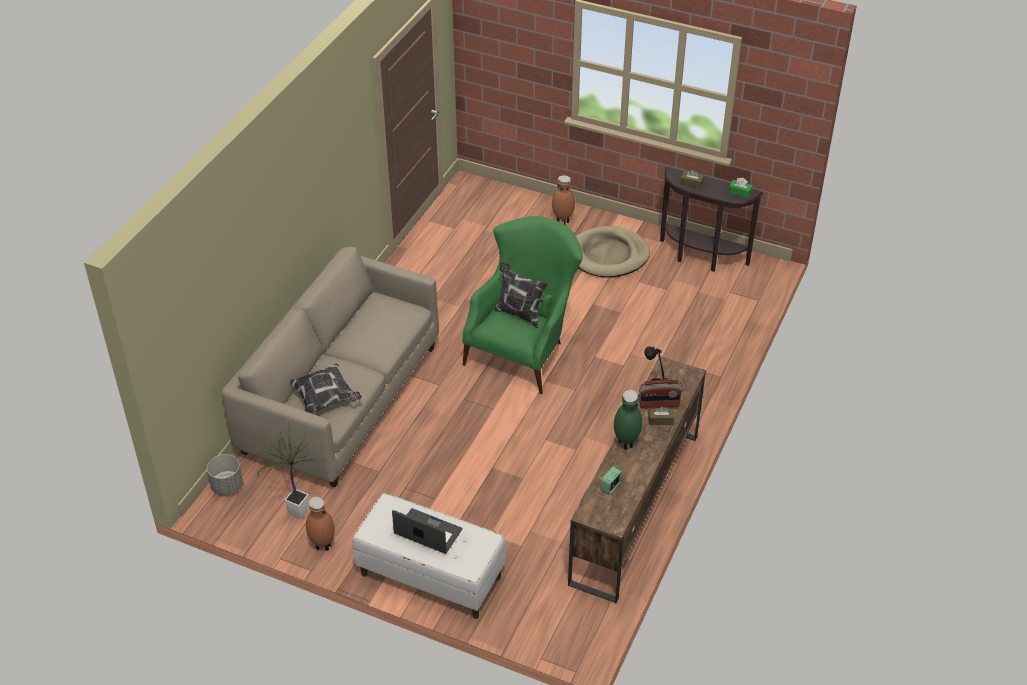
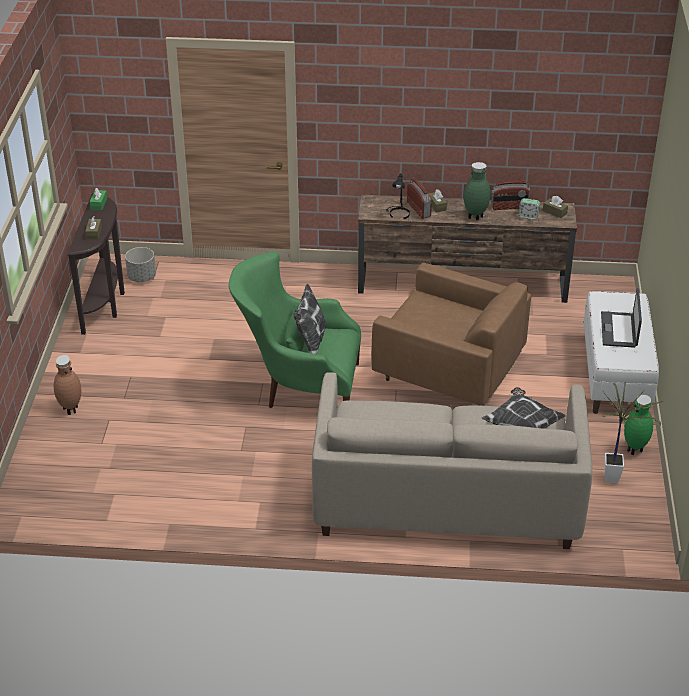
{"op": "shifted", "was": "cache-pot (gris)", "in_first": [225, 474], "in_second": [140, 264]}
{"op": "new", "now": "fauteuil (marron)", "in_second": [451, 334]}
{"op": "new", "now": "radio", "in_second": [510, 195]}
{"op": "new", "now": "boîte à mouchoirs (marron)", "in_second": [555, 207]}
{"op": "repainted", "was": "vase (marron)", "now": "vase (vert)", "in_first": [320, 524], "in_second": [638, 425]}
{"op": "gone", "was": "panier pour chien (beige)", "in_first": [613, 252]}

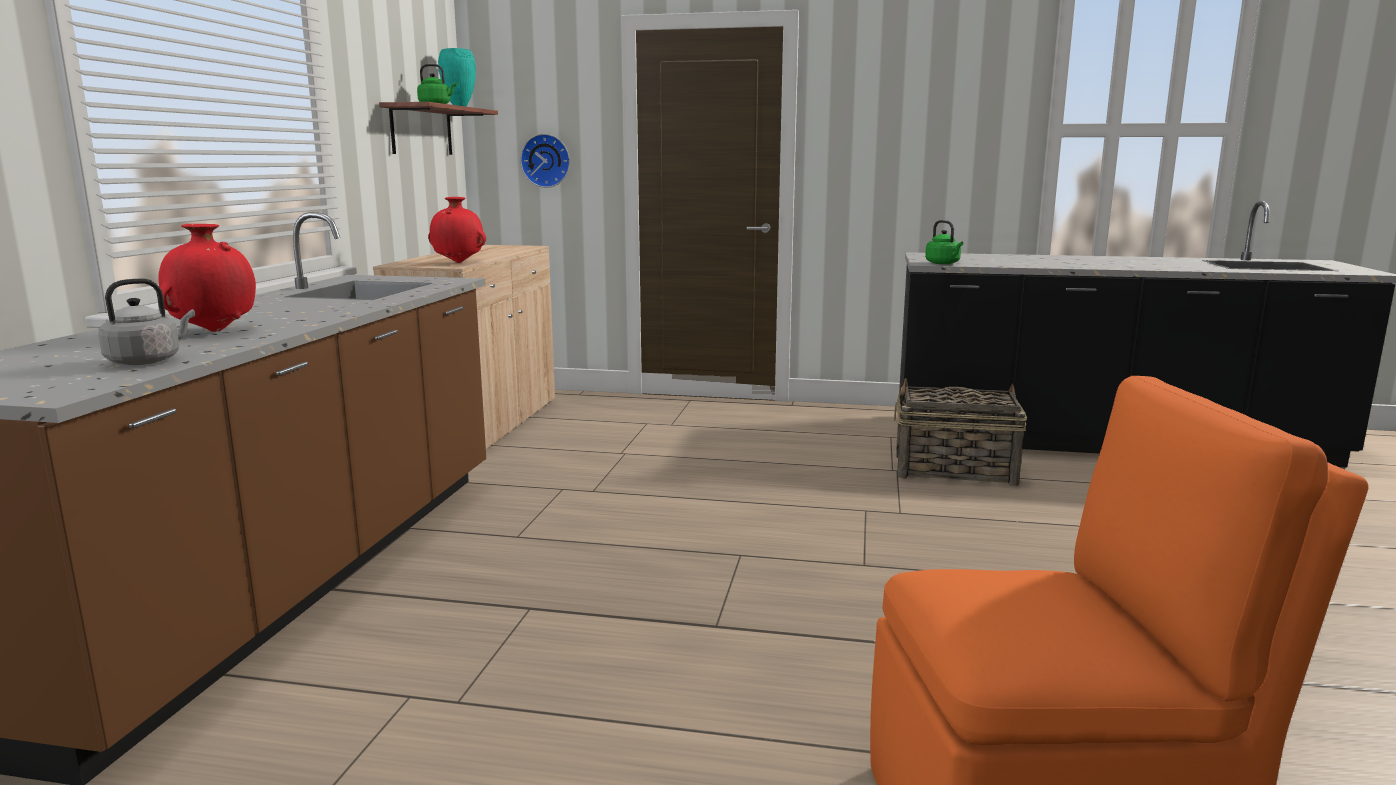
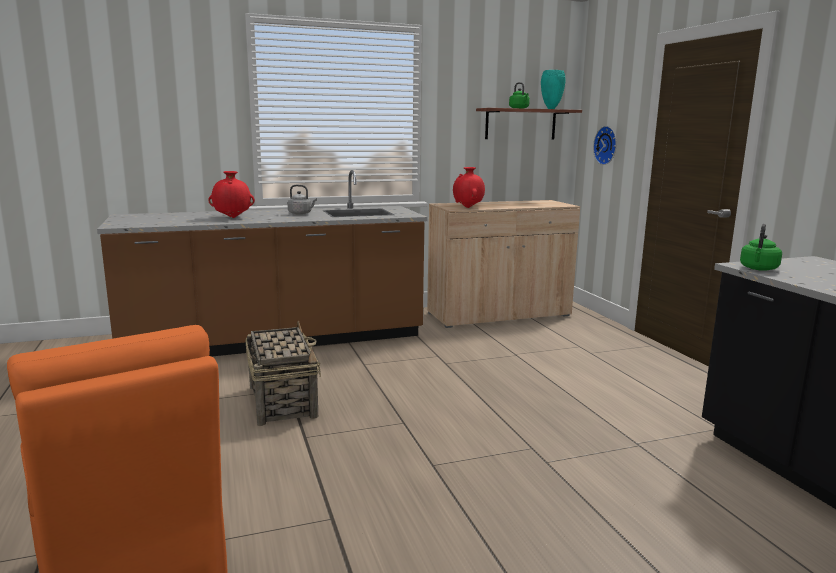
{"op": "shifted", "was": "panier", "in_first": [960, 432], "in_second": [283, 373]}
{"op": "shifted", "was": "bouilloire (gris)", "in_first": [146, 322], "in_second": [302, 200]}

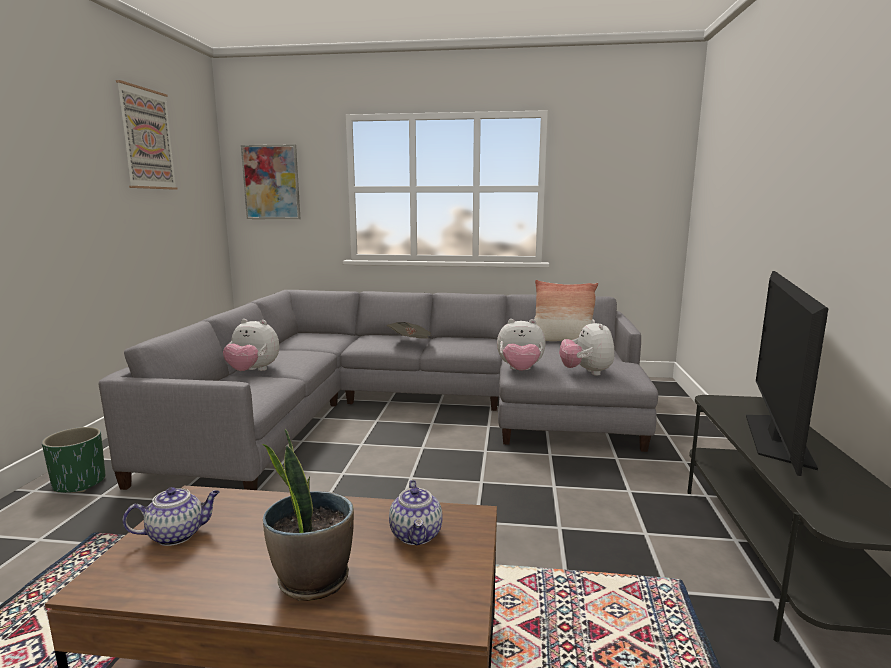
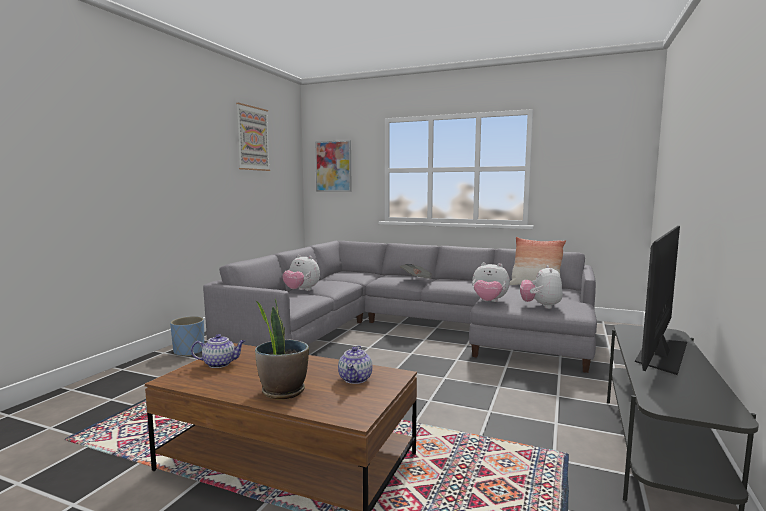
{"op": "repainted", "was": "cache-pot (vert)", "now": "cache-pot (bleu)", "in_first": [73, 460], "in_second": [187, 336]}

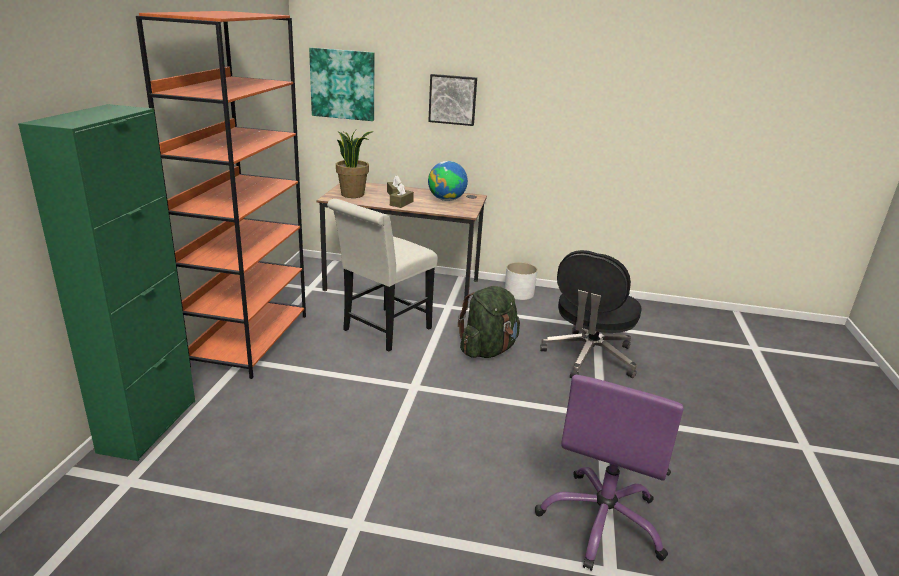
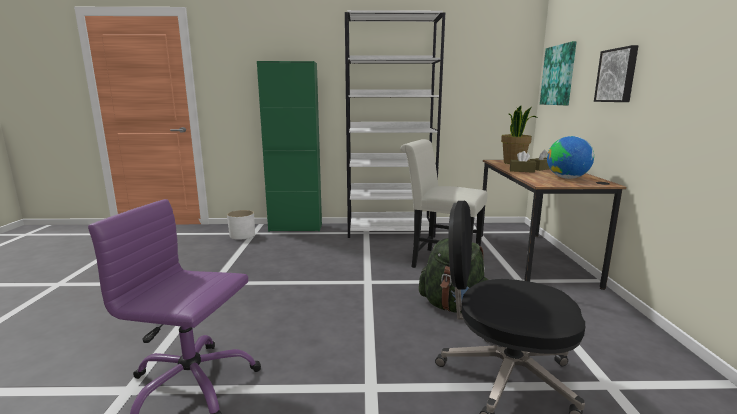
{"op": "shifted", "was": "cache-pot (blanc)", "in_first": [521, 281], "in_second": [241, 225]}
{"op": "repainted", "was": "bibliothèque (orange)", "now": "bibliothèque (blanc)", "in_first": [221, 195], "in_second": [395, 124]}

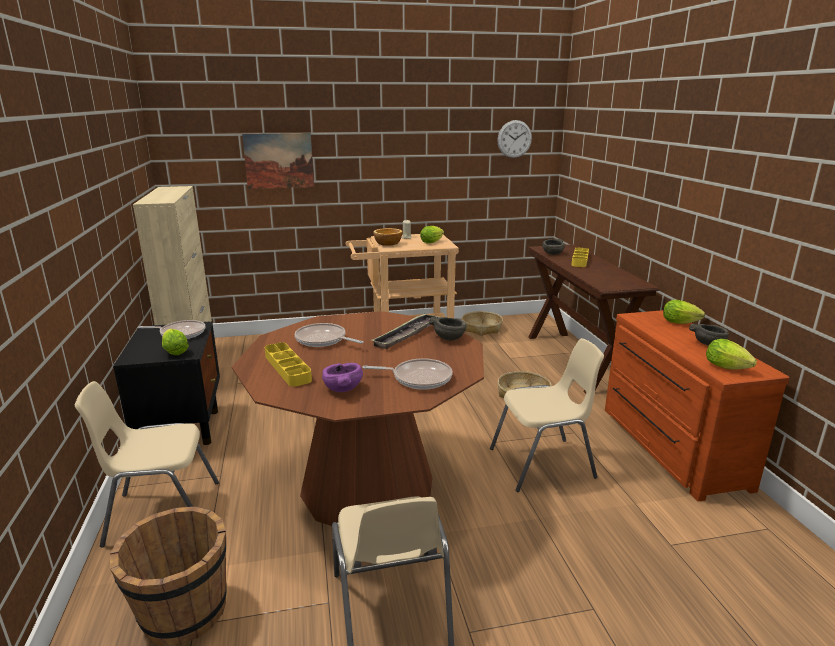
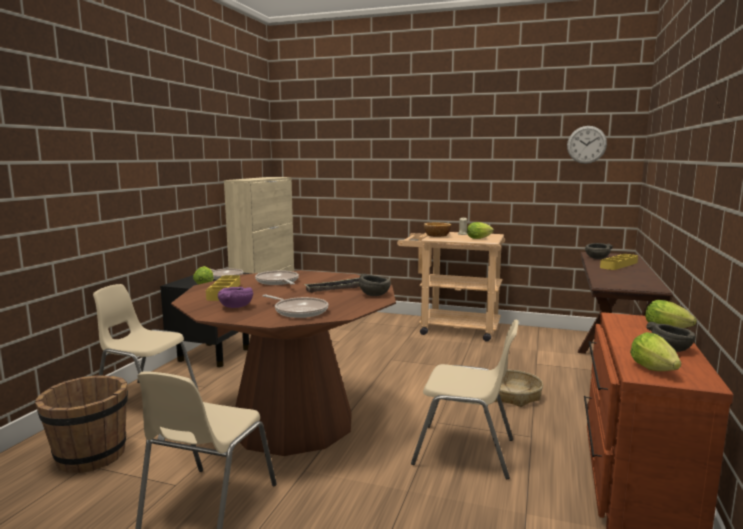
{"op": "gone", "was": "tableau", "in_first": [278, 161]}
{"op": "gone", "was": "panier", "in_first": [482, 323]}

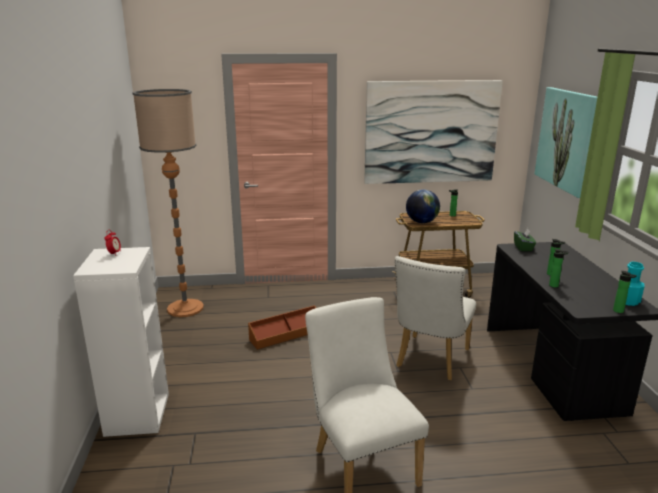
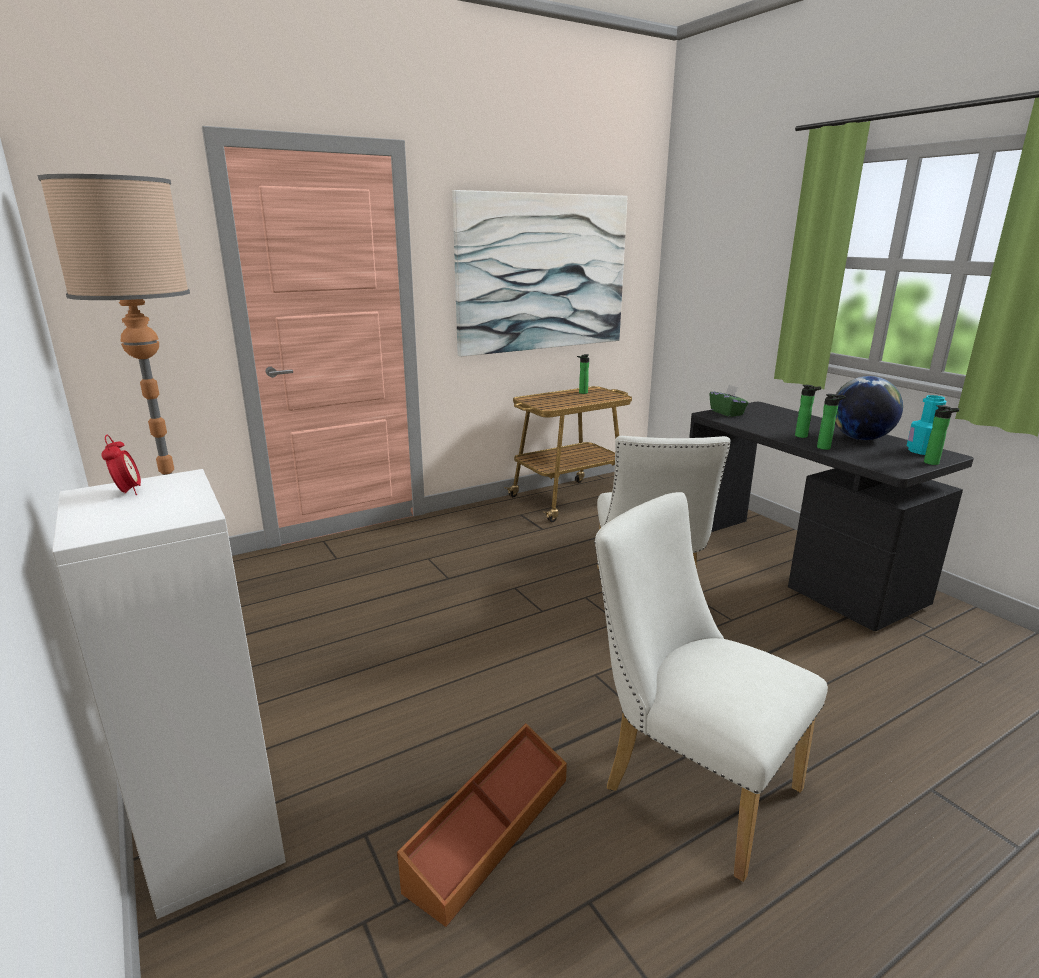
{"op": "shifted", "was": "boîte de rangement (marron)", "in_first": [282, 327], "in_second": [482, 825]}
{"op": "shifted", "was": "globe", "in_first": [423, 206], "in_second": [869, 408]}
{"op": "gone", "was": "tableau", "in_first": [566, 142]}

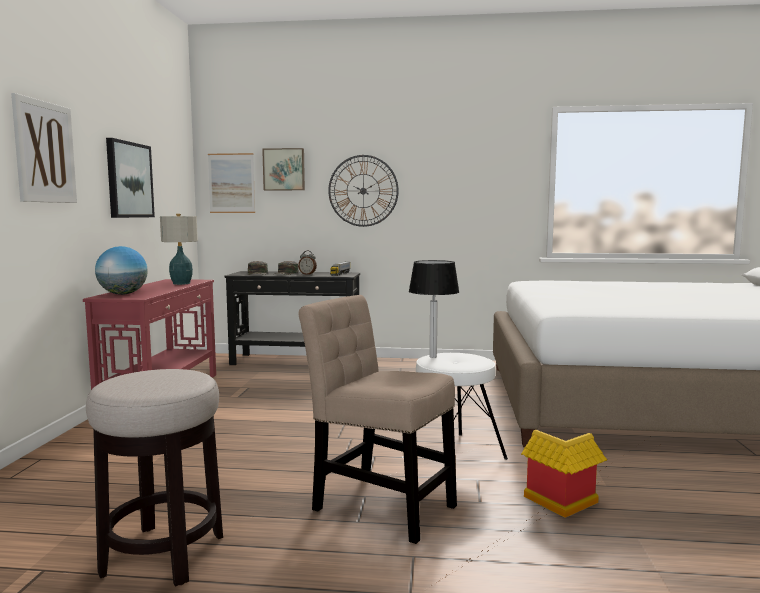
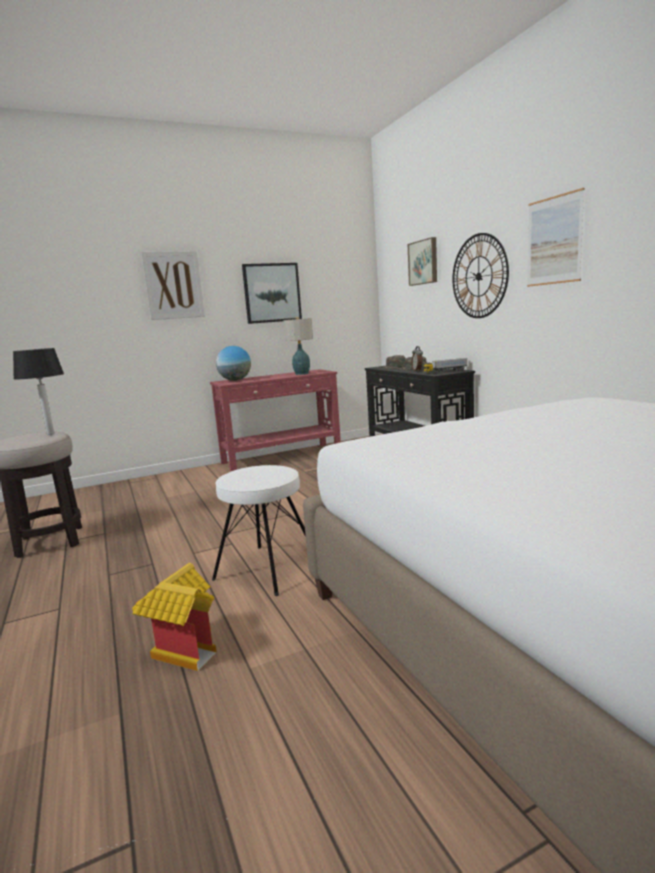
{"op": "shifted", "was": "lampe de table", "in_first": [434, 309], "in_second": [38, 391]}
{"op": "shifted", "was": "tableau", "in_first": [231, 183], "in_second": [556, 237]}
{"op": "gone", "was": "chaise (beige)", "in_first": [377, 419]}

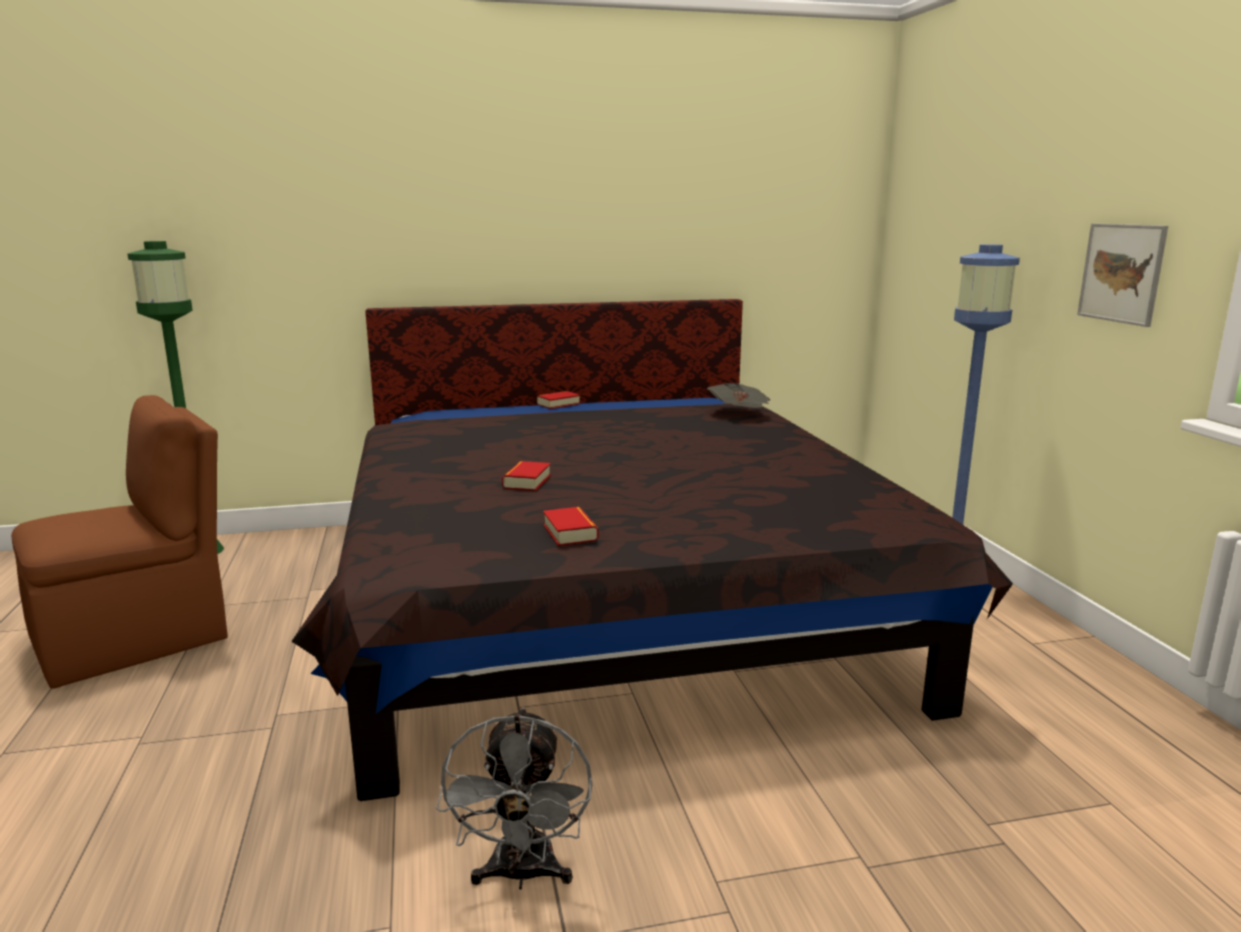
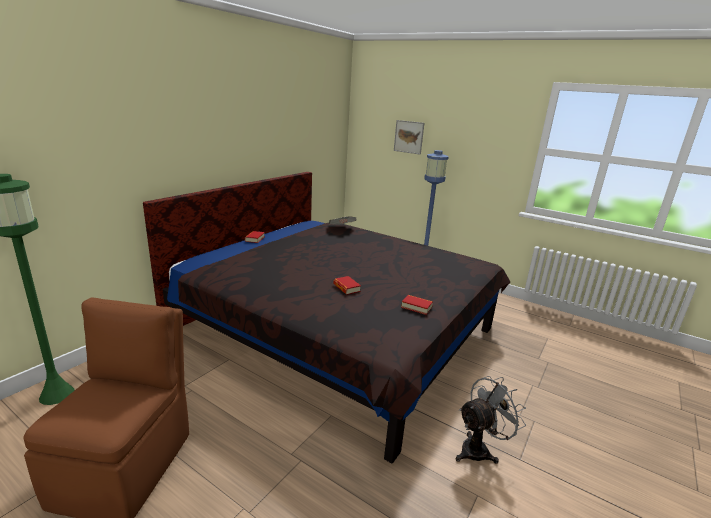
{"op": "shifted", "was": "tableau", "in_first": [1122, 275], "in_second": [409, 137]}
{"op": "rotated", "was": "ventilateur (gris)", "in_first": [514, 798], "in_second": [491, 420], "clockwise": -75}

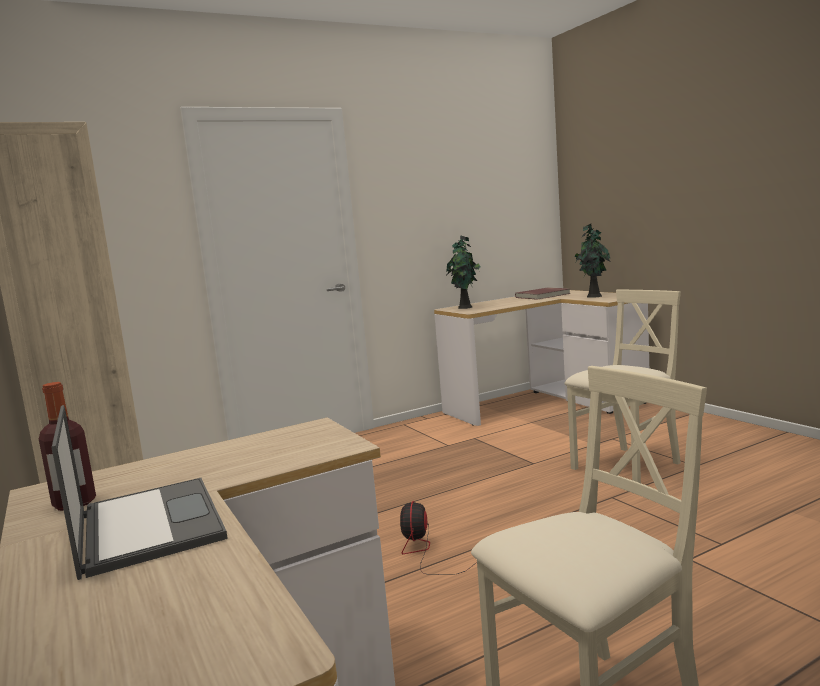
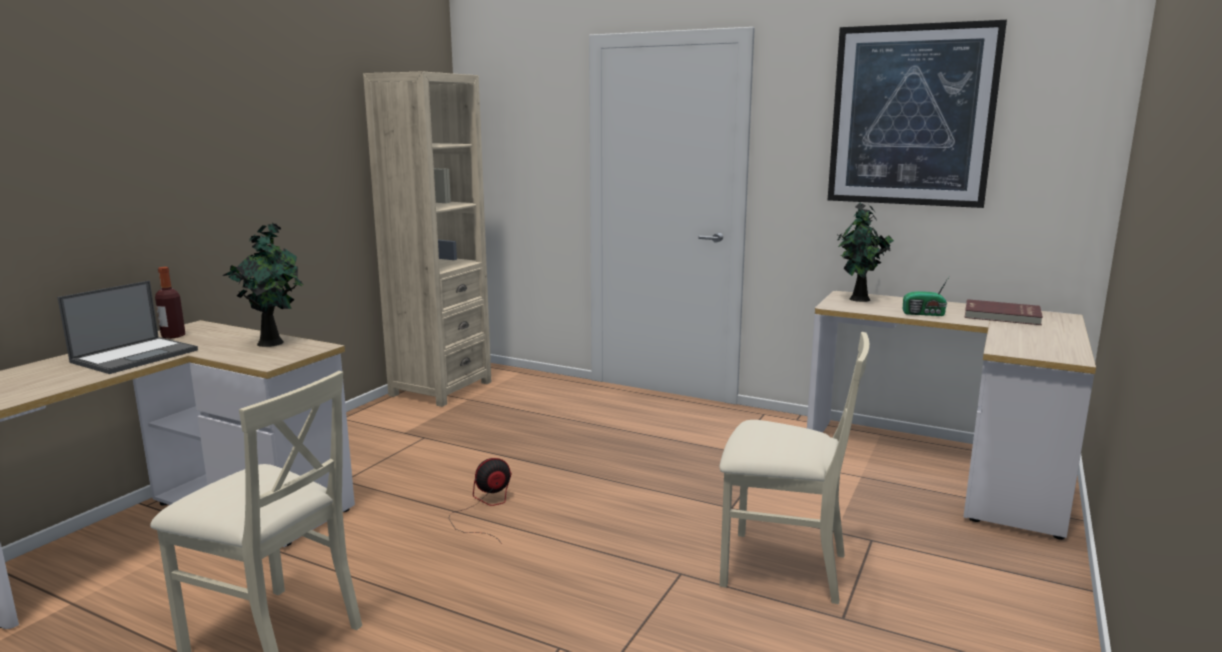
{"op": "shifted", "was": "plante en pot", "in_first": [592, 261], "in_second": [262, 285]}
{"op": "new", "now": "tableau", "in_second": [917, 114]}
{"op": "new", "now": "radio", "in_second": [926, 295]}

